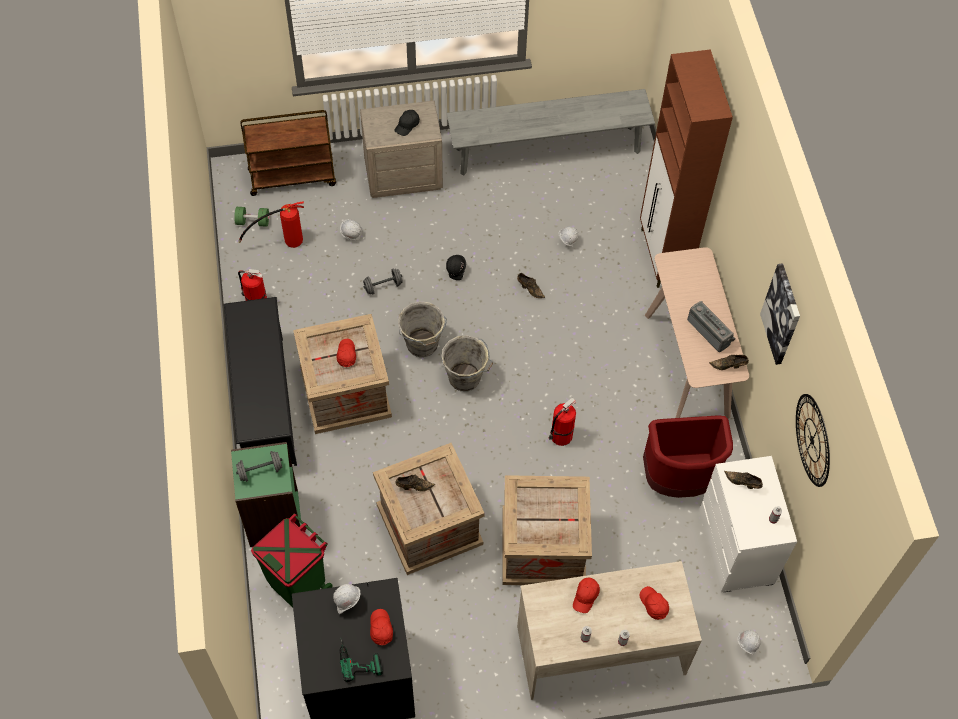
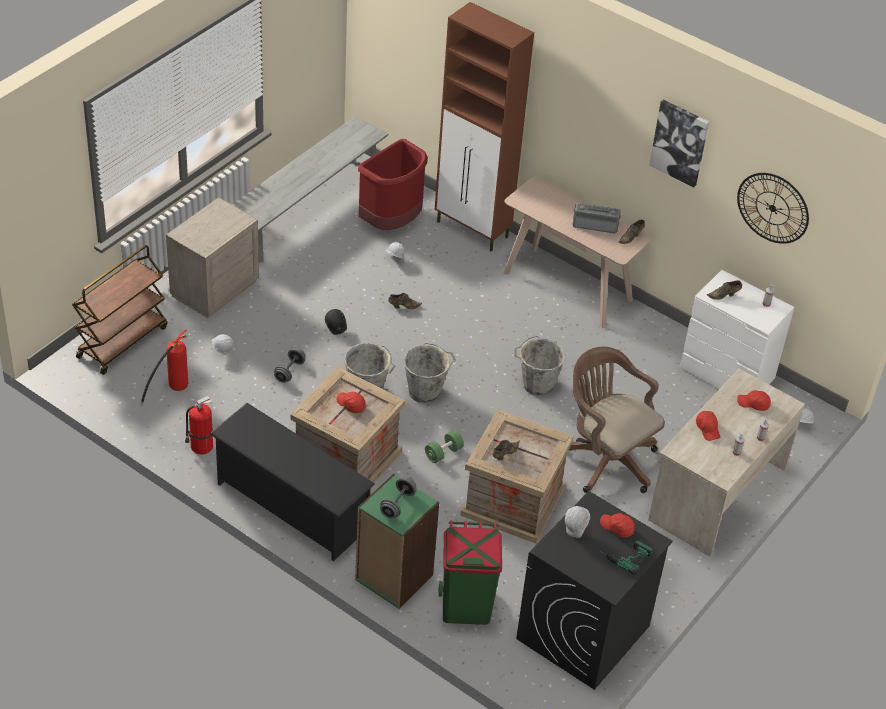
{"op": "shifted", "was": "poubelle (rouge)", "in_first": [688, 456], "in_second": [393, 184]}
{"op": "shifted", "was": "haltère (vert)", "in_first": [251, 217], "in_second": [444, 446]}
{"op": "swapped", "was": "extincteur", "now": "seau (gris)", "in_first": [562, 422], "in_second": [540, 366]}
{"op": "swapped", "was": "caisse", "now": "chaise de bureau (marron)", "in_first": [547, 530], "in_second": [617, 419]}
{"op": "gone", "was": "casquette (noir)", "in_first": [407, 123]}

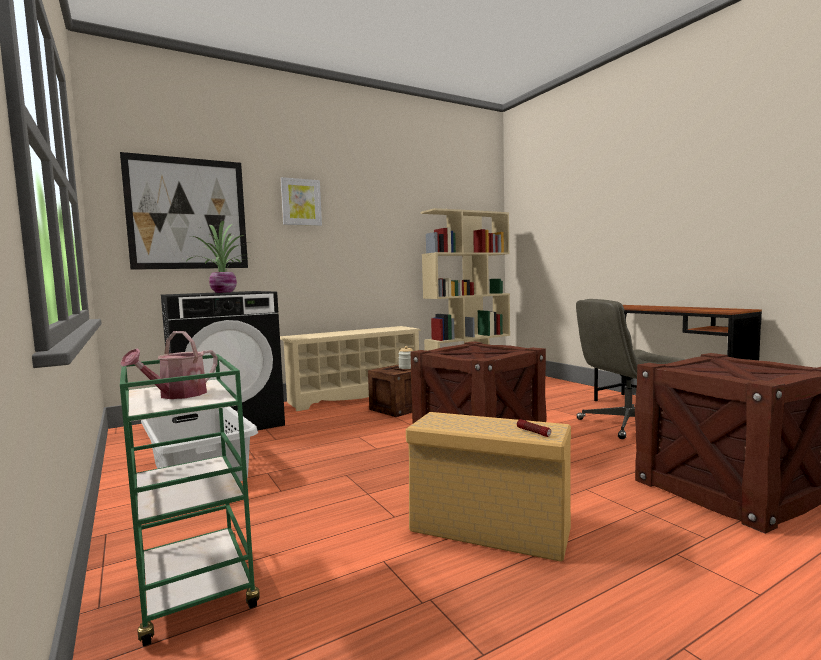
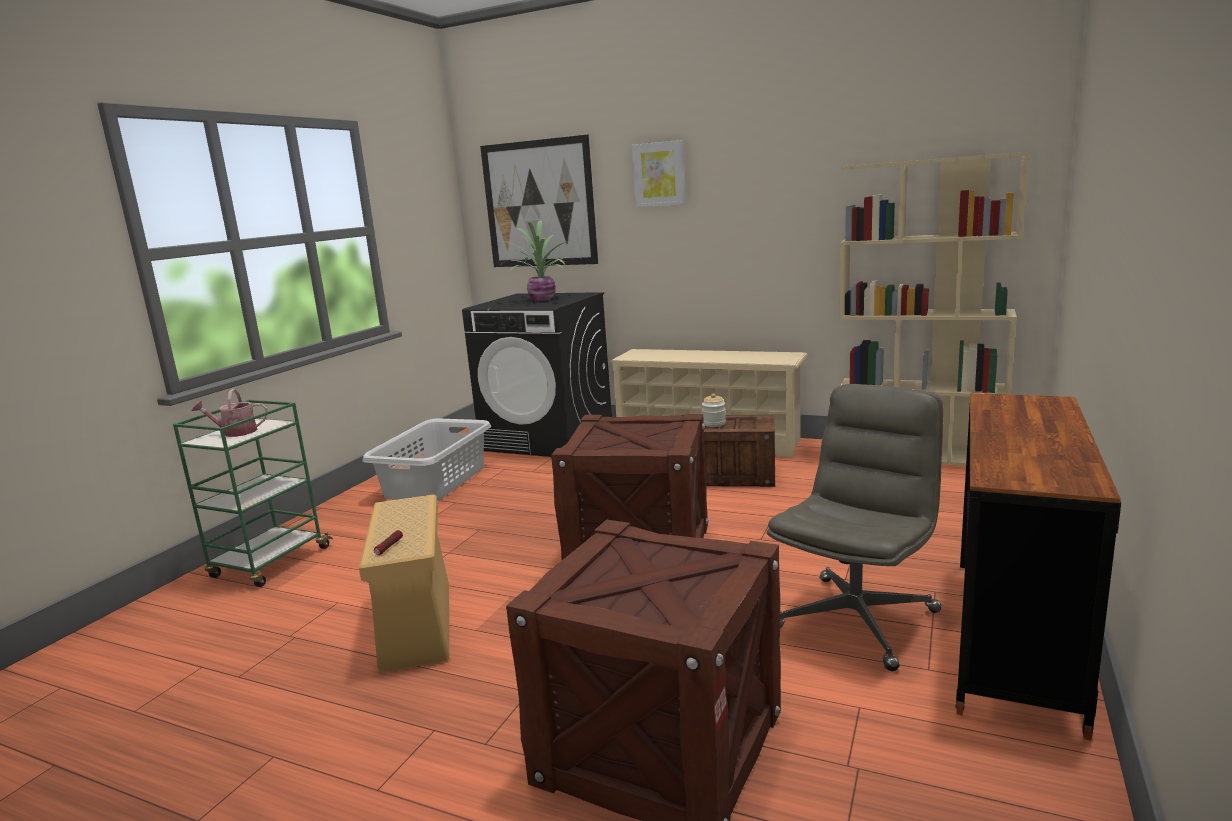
{"op": "rotated", "was": "chaise de bureau (gris)", "in_first": [630, 369], "in_second": [855, 527], "clockwise": 90}

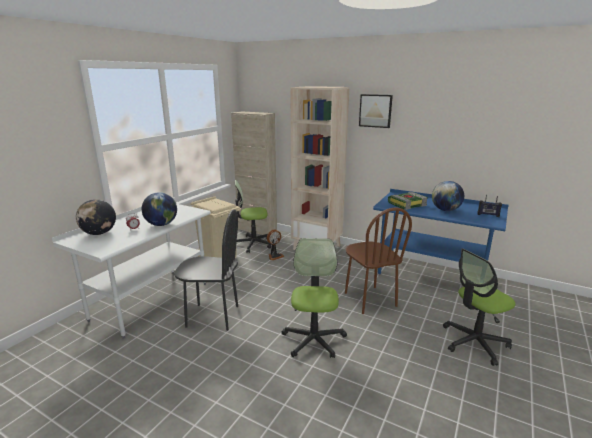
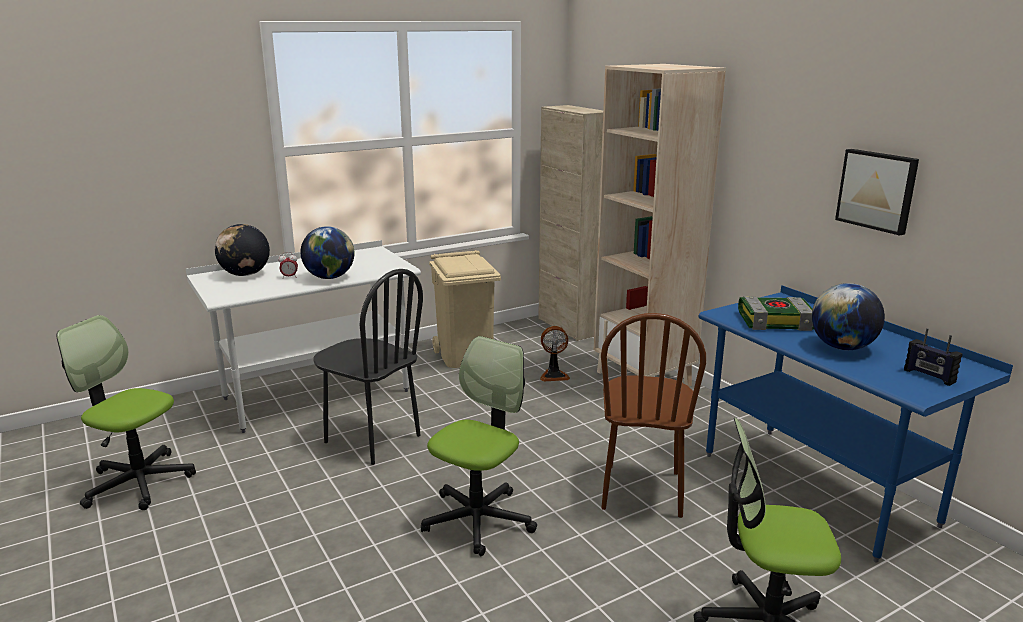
{"op": "shifted", "was": "chaise de bureau", "in_first": [253, 216], "in_second": [126, 412]}
{"op": "shifted", "was": "tableau", "in_first": [376, 111], "in_second": [877, 192]}

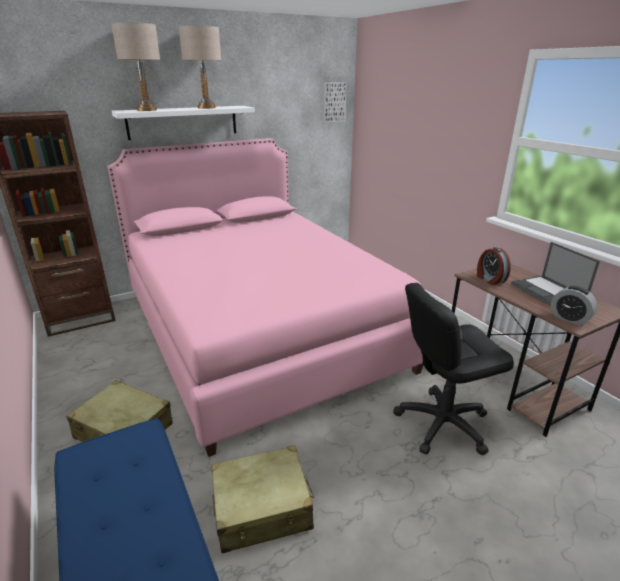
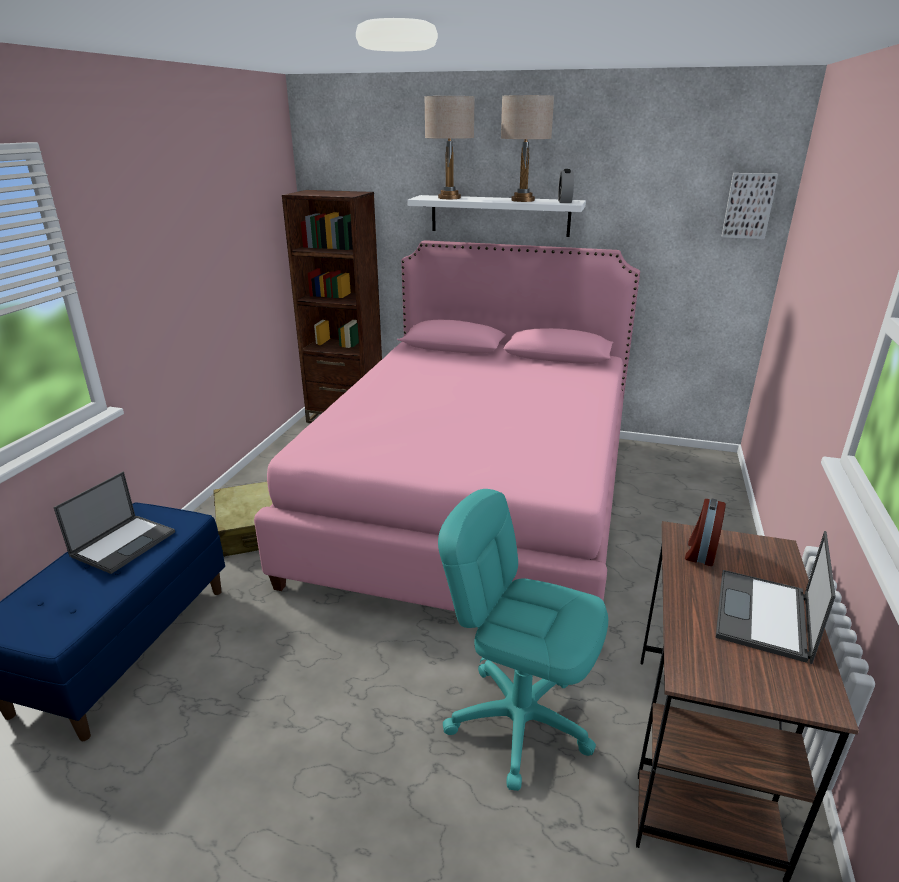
{"op": "new", "now": "ordinateur portable", "in_second": [114, 523]}
{"op": "repainted", "was": "chaise de bureau (noir)", "now": "chaise de bureau (turquoise)", "in_first": [453, 369], "in_second": [523, 640]}
{"op": "shifted", "was": "réveil", "in_first": [574, 305], "in_second": [566, 186]}
{"op": "gone", "was": "valise (beige)", "in_first": [262, 499]}

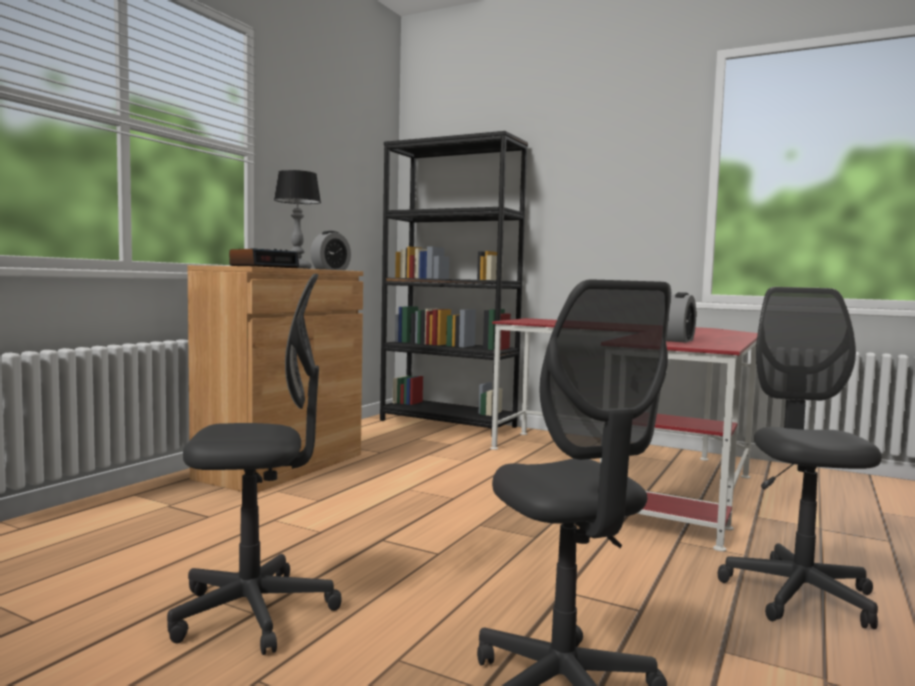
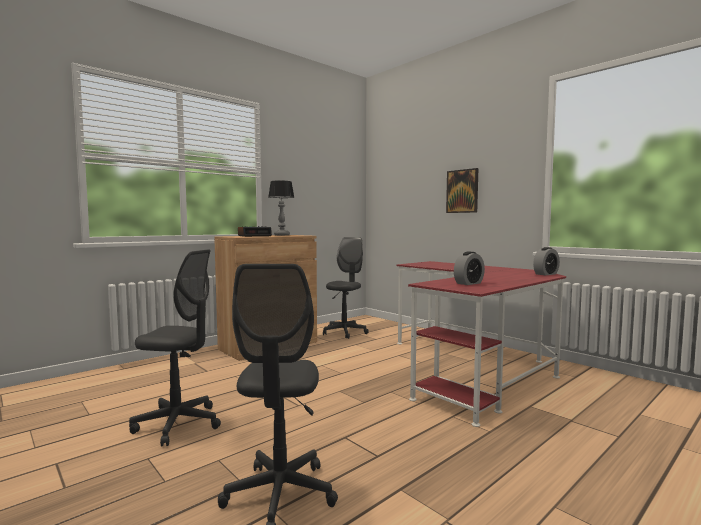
{"op": "shifted", "was": "chaise de bureau (gris)", "in_first": [799, 458], "in_second": [346, 288]}
{"op": "new", "now": "tableau", "in_second": [462, 190]}
{"op": "shifted", "was": "réveil", "in_first": [330, 250], "in_second": [546, 261]}
{"op": "gone", "was": "bibliothèque (noir)", "in_first": [454, 284]}

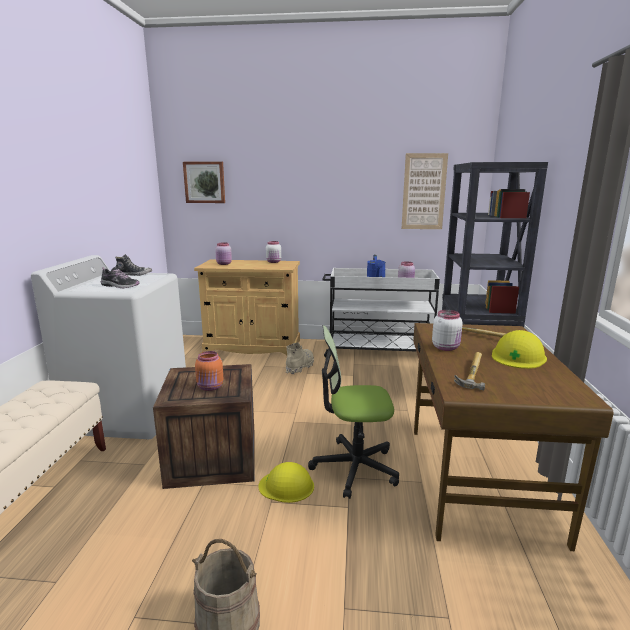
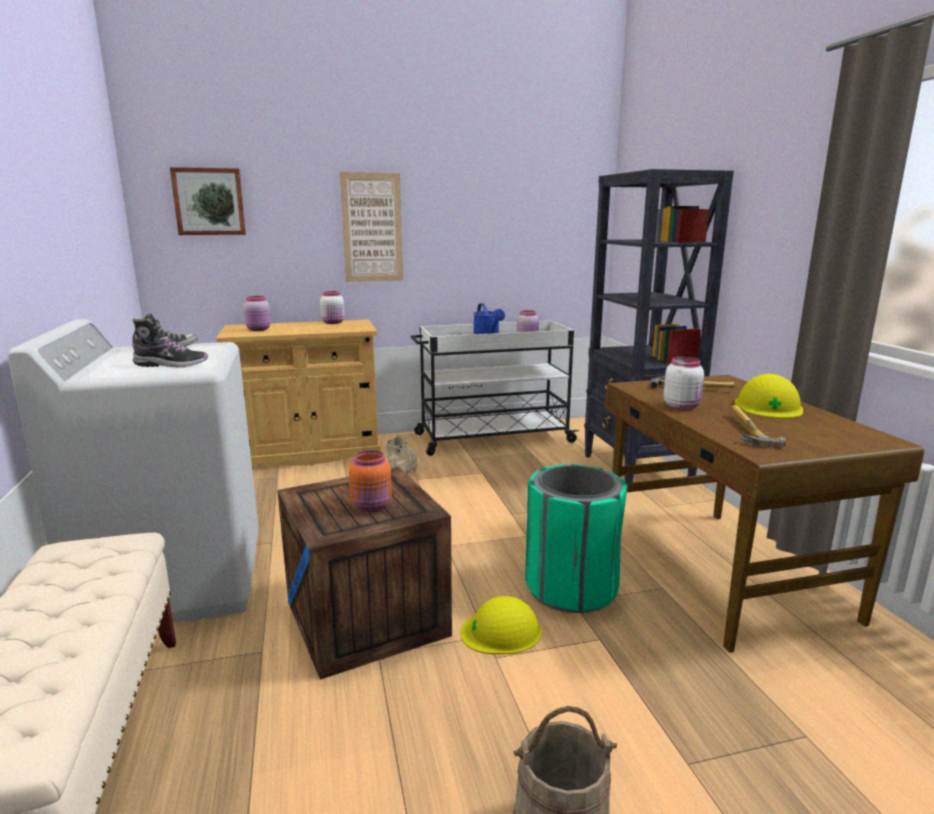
{"op": "shifted", "was": "tableau", "in_first": [424, 191], "in_second": [371, 227]}
{"op": "swapped", "was": "chaise de bureau", "now": "poubelle (vert)", "in_first": [353, 412], "in_second": [576, 538]}

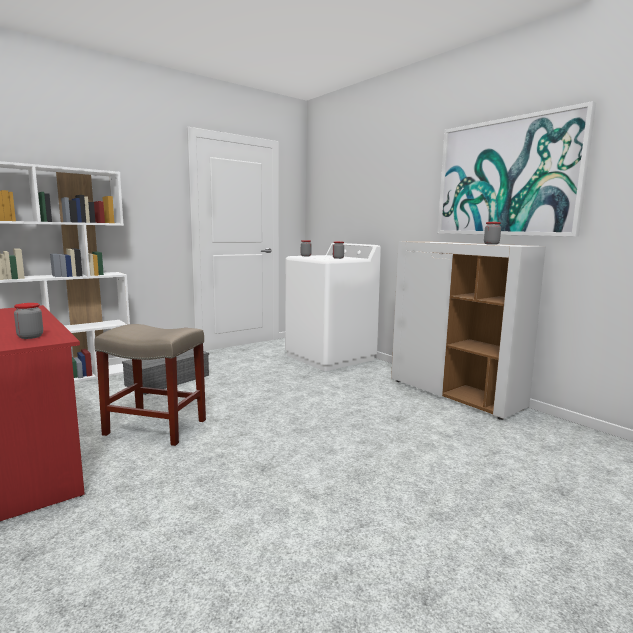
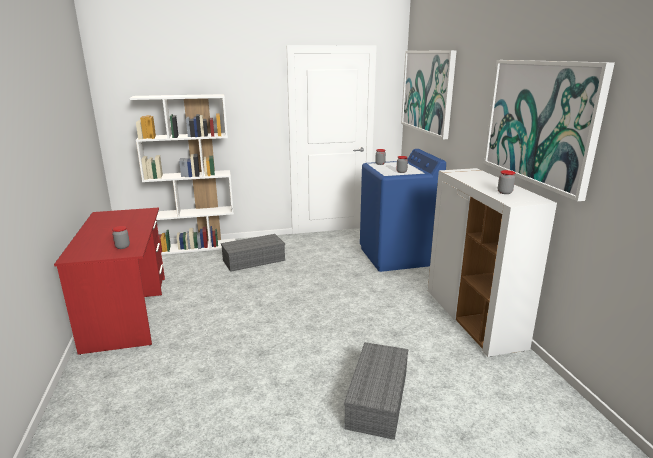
{"op": "new", "now": "boîte de rangement (gris)", "in_second": [376, 391]}
{"op": "repainted", "was": "lave-linge (blanc)", "now": "lave-linge (bleu)", "in_first": [333, 307], "in_second": [403, 210]}
{"op": "new", "now": "tableau", "in_second": [429, 94]}
{"op": "gone", "was": "tabouret (beige)", "in_first": [150, 385]}

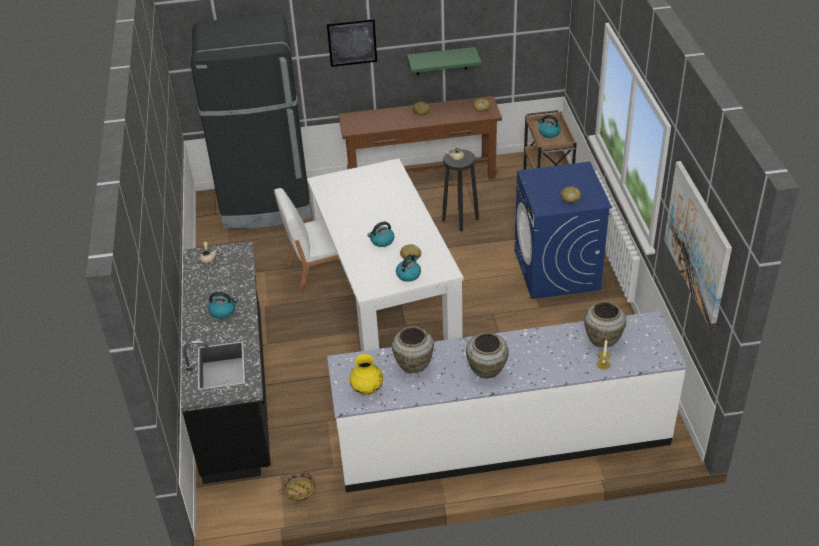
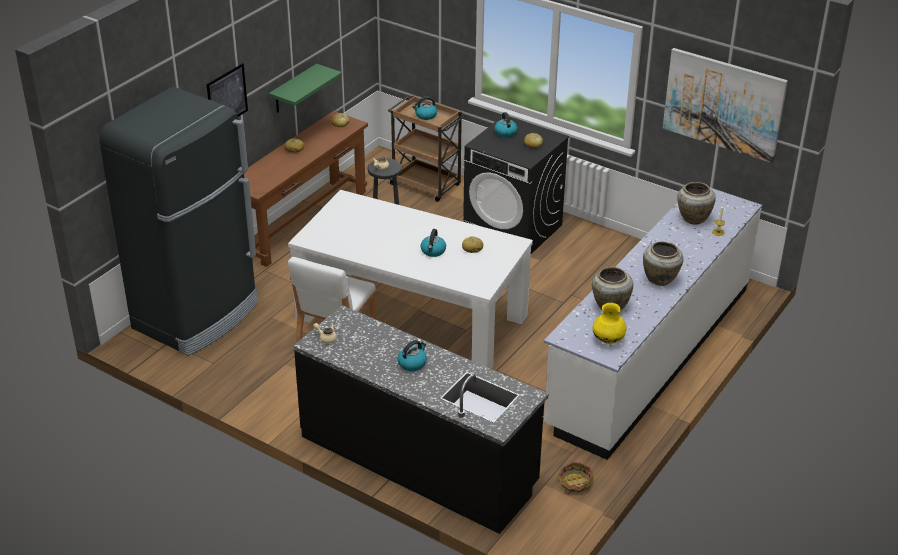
{"op": "repainted", "was": "lave-linge (bleu)", "now": "lave-linge (noir)", "in_first": [563, 230], "in_second": [516, 185]}
{"op": "shifted", "was": "bouilloire", "in_first": [408, 268], "in_second": [506, 124]}

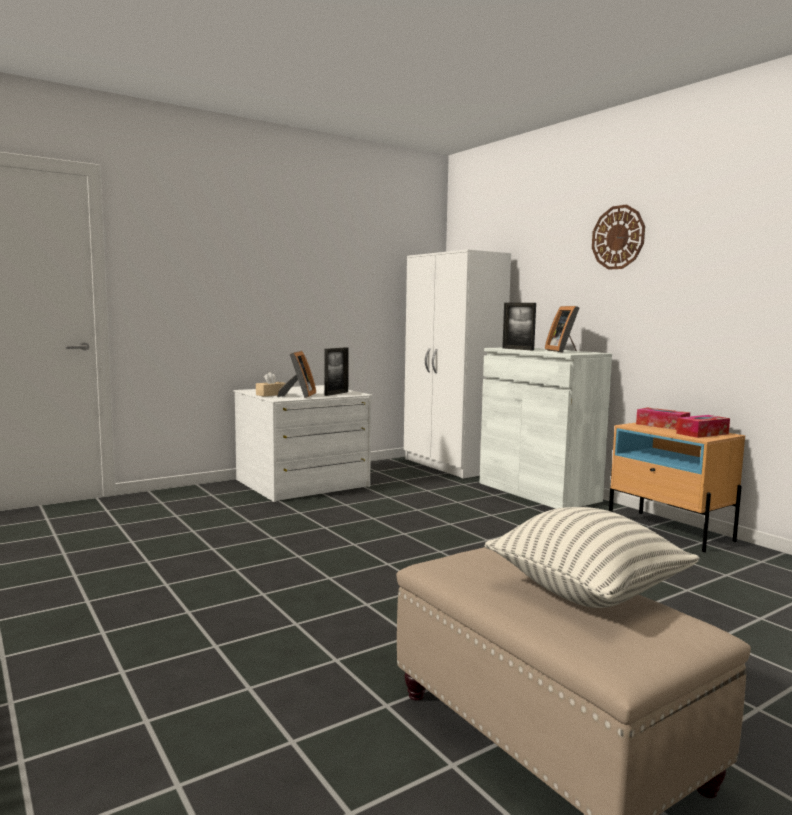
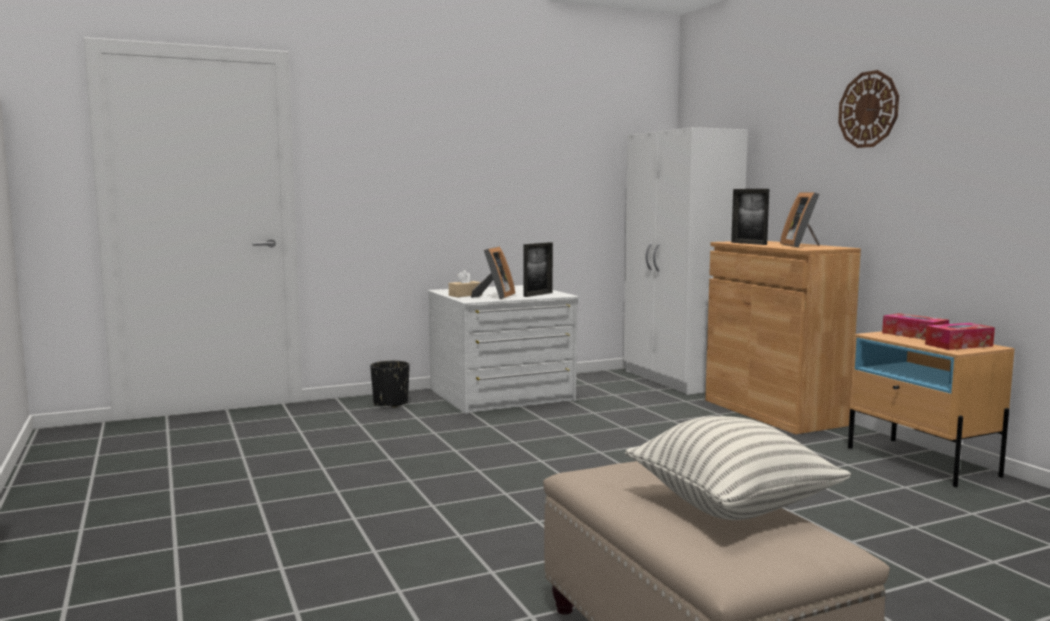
{"op": "new", "now": "cache-pot (noir)", "in_second": [390, 384]}
{"op": "repainted", "was": "meuble de rangement (blanc)", "now": "meuble de rangement (marron)", "in_first": [546, 428], "in_second": [783, 338]}

